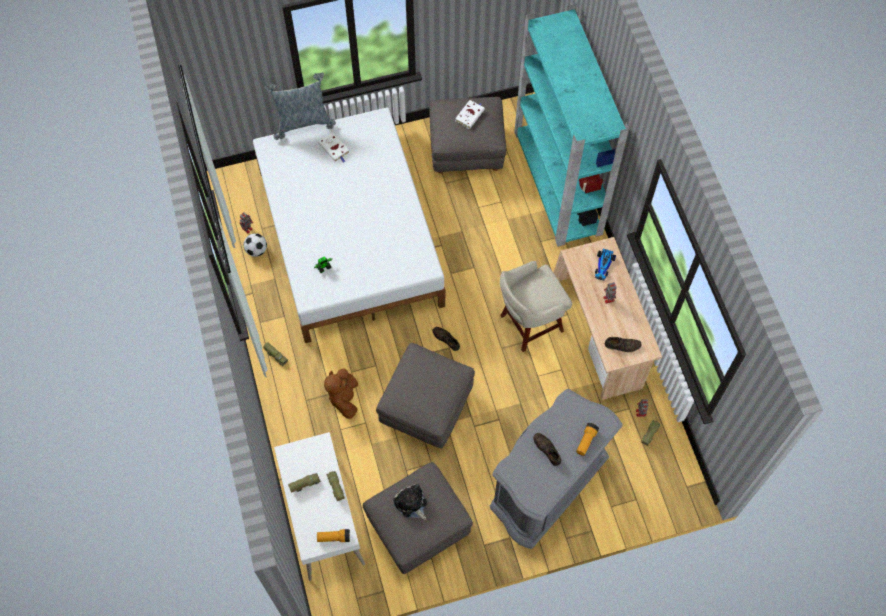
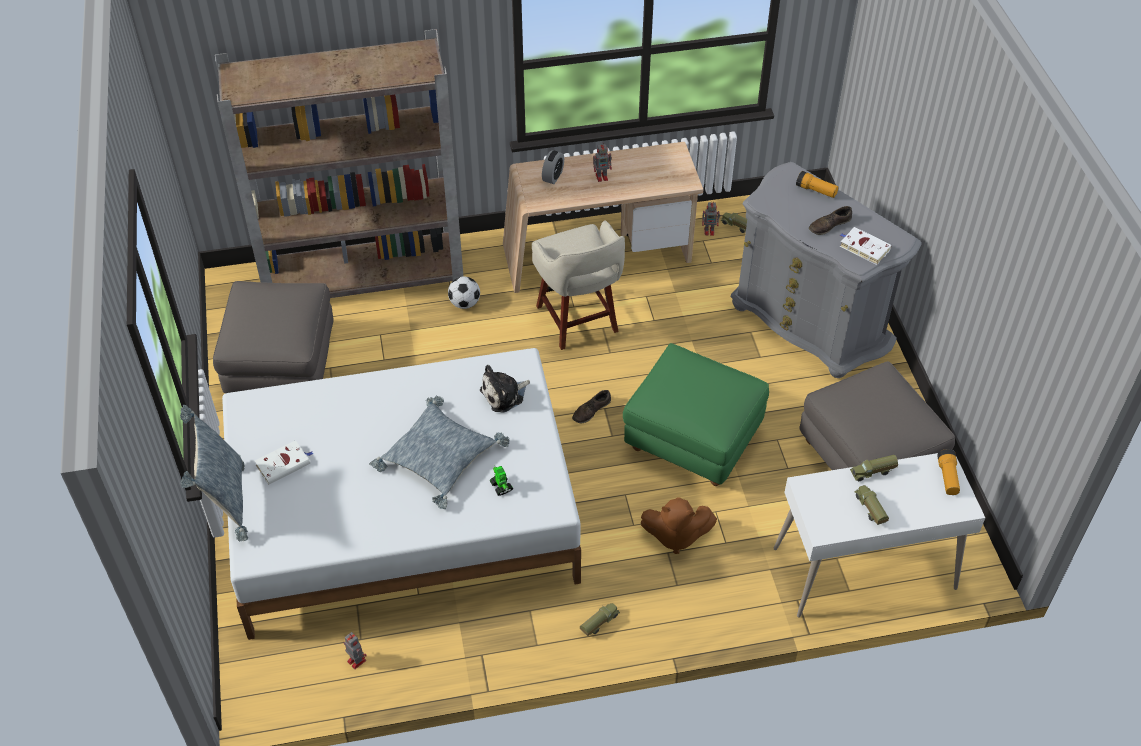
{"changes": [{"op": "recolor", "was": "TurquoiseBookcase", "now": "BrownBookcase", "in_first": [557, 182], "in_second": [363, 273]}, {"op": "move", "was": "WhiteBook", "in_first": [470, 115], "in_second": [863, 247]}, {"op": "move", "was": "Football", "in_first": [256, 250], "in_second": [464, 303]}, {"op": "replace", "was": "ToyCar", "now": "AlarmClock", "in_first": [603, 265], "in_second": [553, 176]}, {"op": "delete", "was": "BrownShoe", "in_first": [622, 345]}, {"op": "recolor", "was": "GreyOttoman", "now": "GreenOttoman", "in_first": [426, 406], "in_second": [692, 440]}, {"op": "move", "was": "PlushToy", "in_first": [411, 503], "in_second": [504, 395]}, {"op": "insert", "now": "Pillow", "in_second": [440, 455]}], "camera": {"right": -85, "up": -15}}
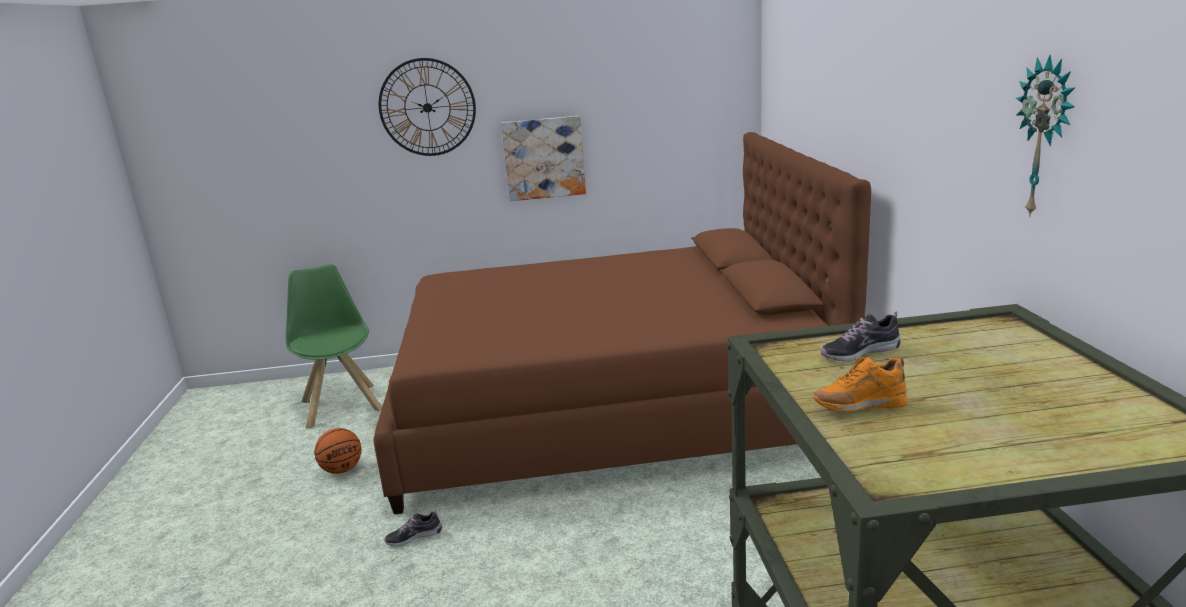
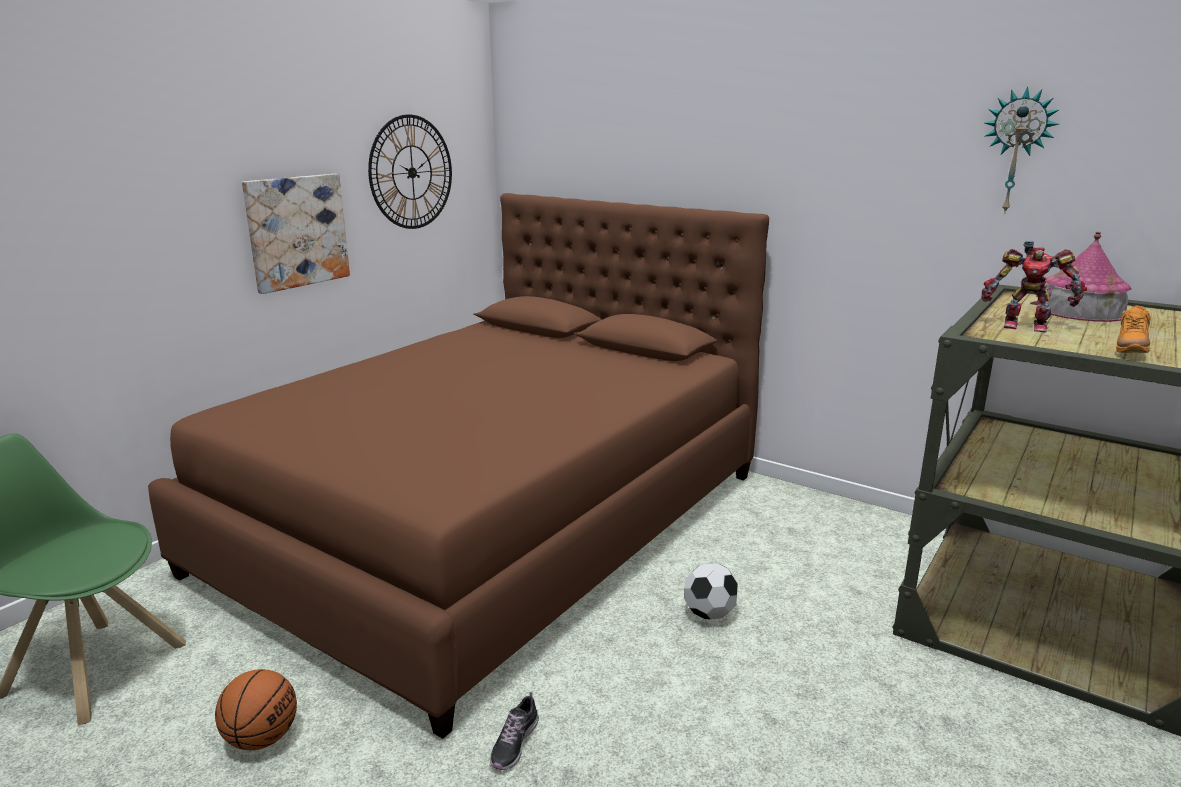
{"changes": [{"op": "move", "was": "WallClock", "in_first": [427, 107], "in_second": [411, 172]}, {"op": "replace", "was": "Shoe", "now": "ToyRobot", "in_first": [859, 352], "in_second": [1024, 325]}, {"op": "insert", "now": "ToyHouse", "in_second": [1081, 311]}, {"op": "insert", "now": "Football", "in_second": [709, 614]}], "camera": {"right": -50, "up": 0}}
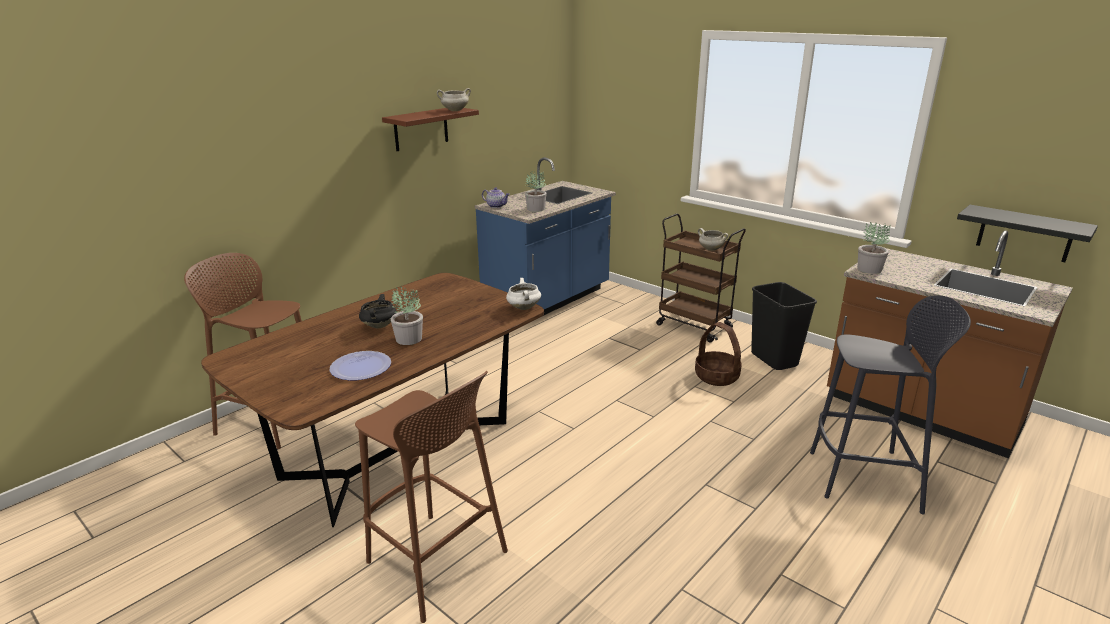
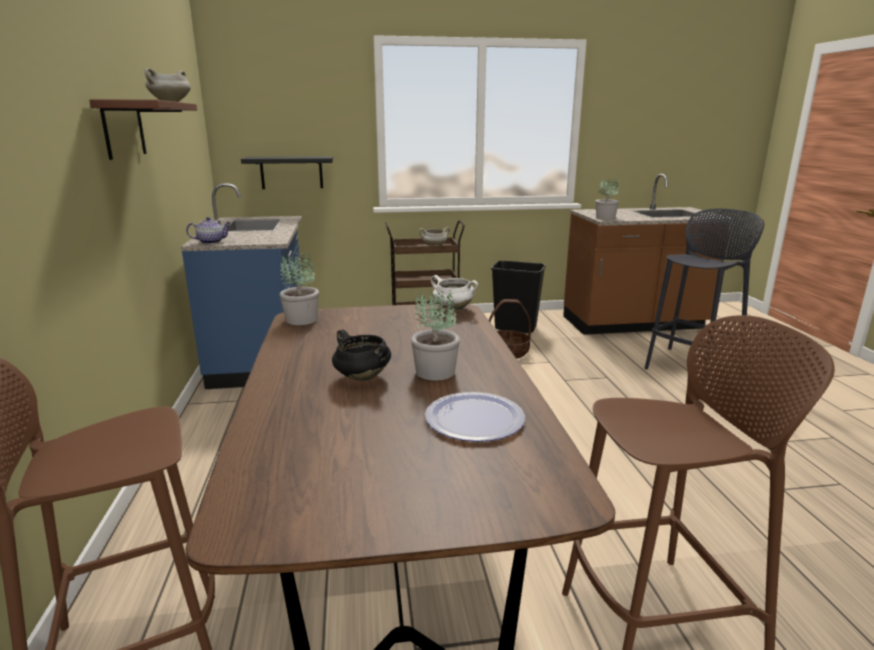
{"changes": [{"op": "move", "was": "PottedPlant", "in_first": [536, 209], "in_second": [302, 319]}, {"op": "move", "was": "BlackShelf", "in_first": [1025, 233], "in_second": [291, 172]}], "camera": {"right": -50, "up": -5}}
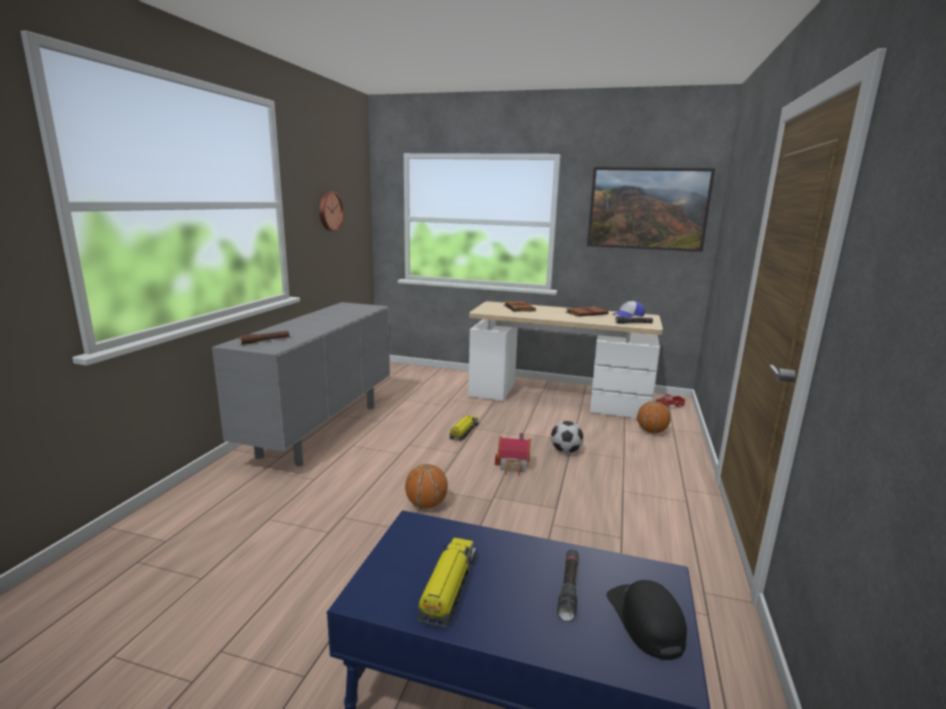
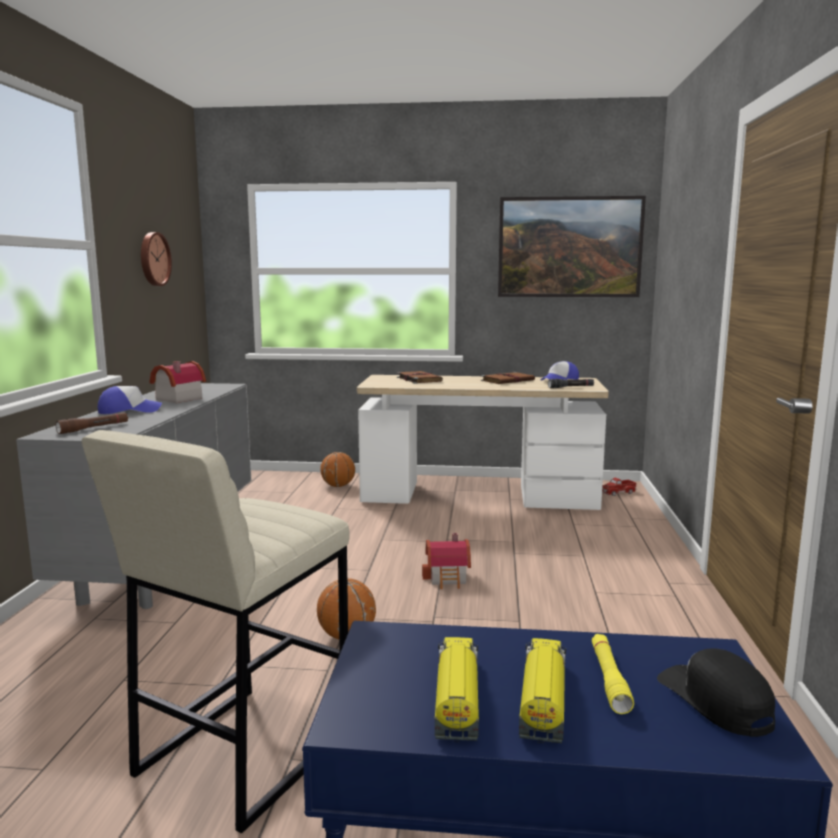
{"changes": [{"op": "move", "was": "Basketball", "in_first": [651, 431], "in_second": [338, 486]}, {"op": "move", "was": "ToyTruck", "in_first": [464, 432], "in_second": [543, 700]}, {"op": "delete", "was": "Football", "in_first": [565, 451]}, {"op": "recolor", "was": "BlackFlashlight", "now": "YellowFlashlight", "in_first": [569, 588], "in_second": [609, 679]}, {"op": "insert", "now": "ToyHouse", "in_second": [176, 399]}, {"op": "insert", "now": "Cap", "in_second": [129, 411]}, {"op": "insert", "now": "BeigeStool", "in_second": [240, 755]}], "camera": {"right": -10, "up": -5}}
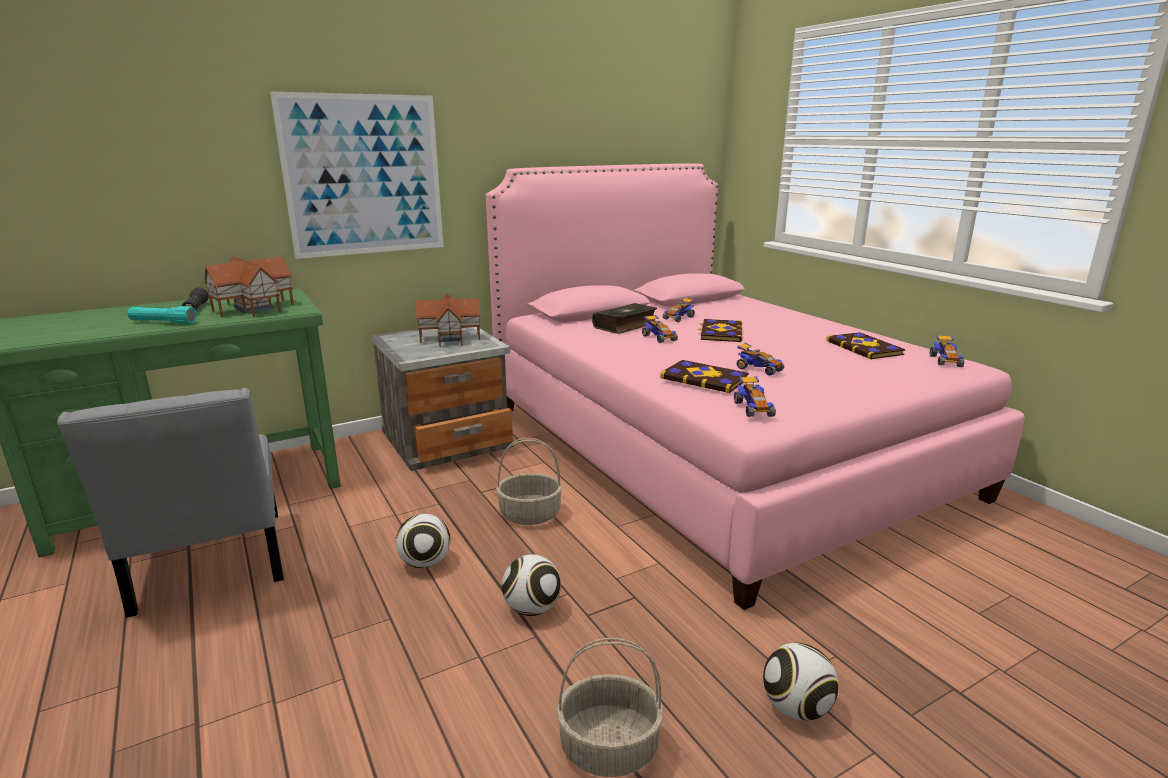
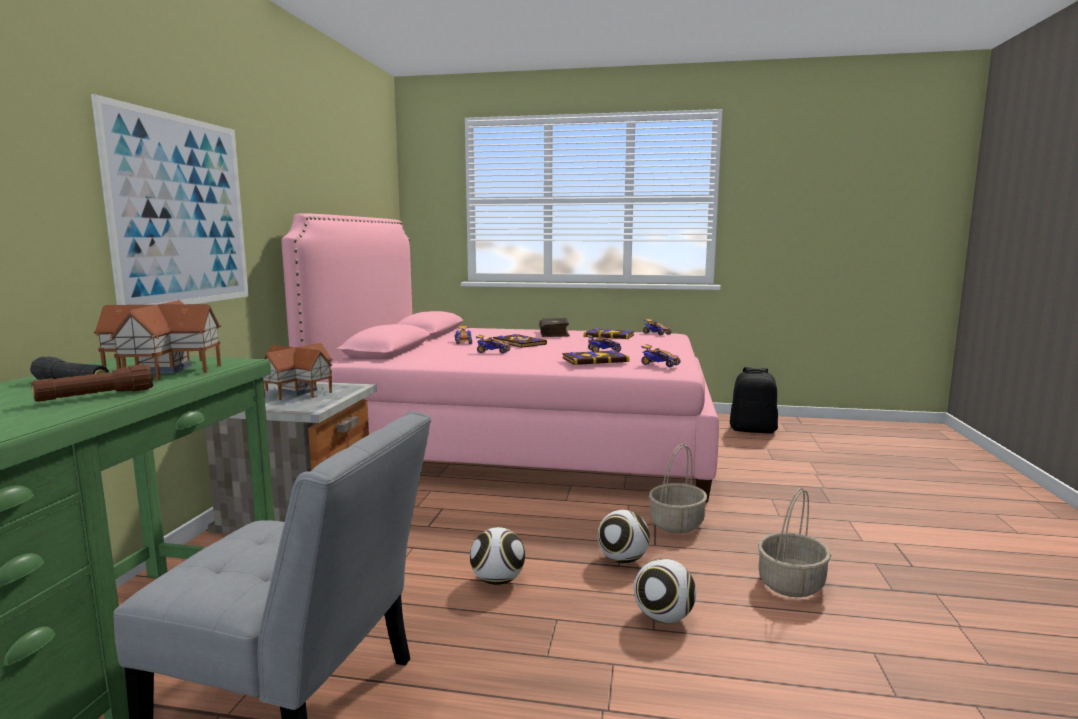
{"changes": [{"op": "move", "was": "Book", "in_first": [625, 326], "in_second": [554, 333]}, {"op": "recolor", "was": "TurquoiseFlashlight", "now": "BrownFlashlight", "in_first": [163, 323], "in_second": [96, 396]}, {"op": "move", "was": "Basket", "in_first": [530, 514], "in_second": [676, 523]}, {"op": "move", "was": "Football", "in_first": [795, 708], "in_second": [663, 618]}, {"op": "insert", "now": "BlackBackpack", "in_second": [753, 430]}], "camera": {"right": -50, "up": -10}}
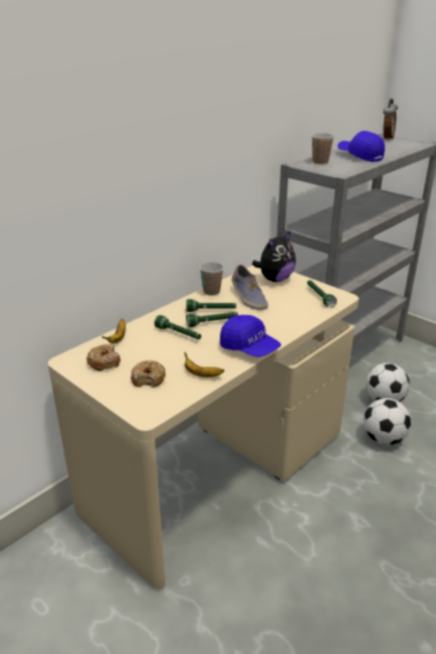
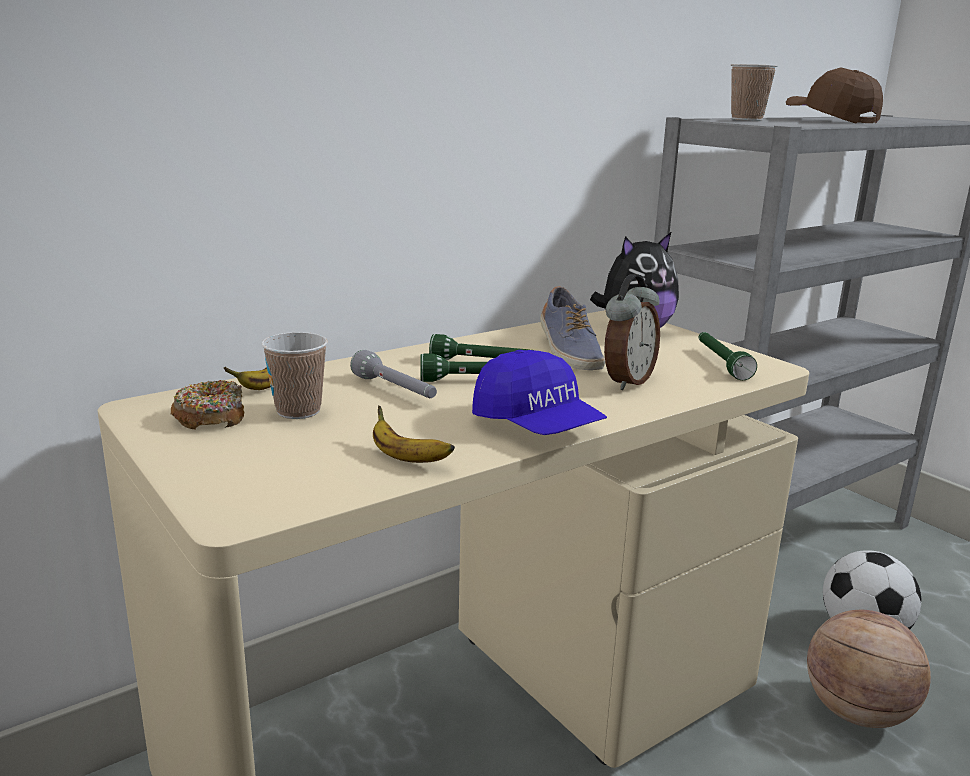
{"changes": [{"op": "move", "was": "AlarmClock", "in_first": [386, 138], "in_second": [626, 381]}, {"op": "recolor", "was": "BlueCap", "now": "BrownCap", "in_first": [360, 156], "in_second": [830, 120]}, {"op": "move", "was": "Cup", "in_first": [211, 292], "in_second": [298, 411]}, {"op": "recolor", "was": "GreenFlashlight", "now": "GreyFlashlight", "in_first": [178, 334], "in_second": [395, 390]}, {"op": "delete", "was": "Donut", "in_first": [148, 379]}, {"op": "replace", "was": "Football", "now": "Basketball", "in_first": [383, 438], "in_second": [856, 712]}], "camera": {"right": 10, "up": -10}}
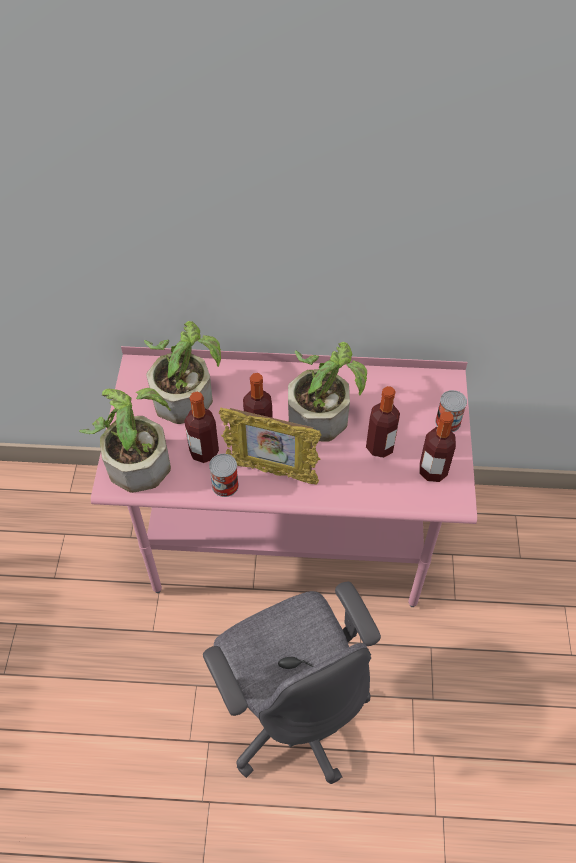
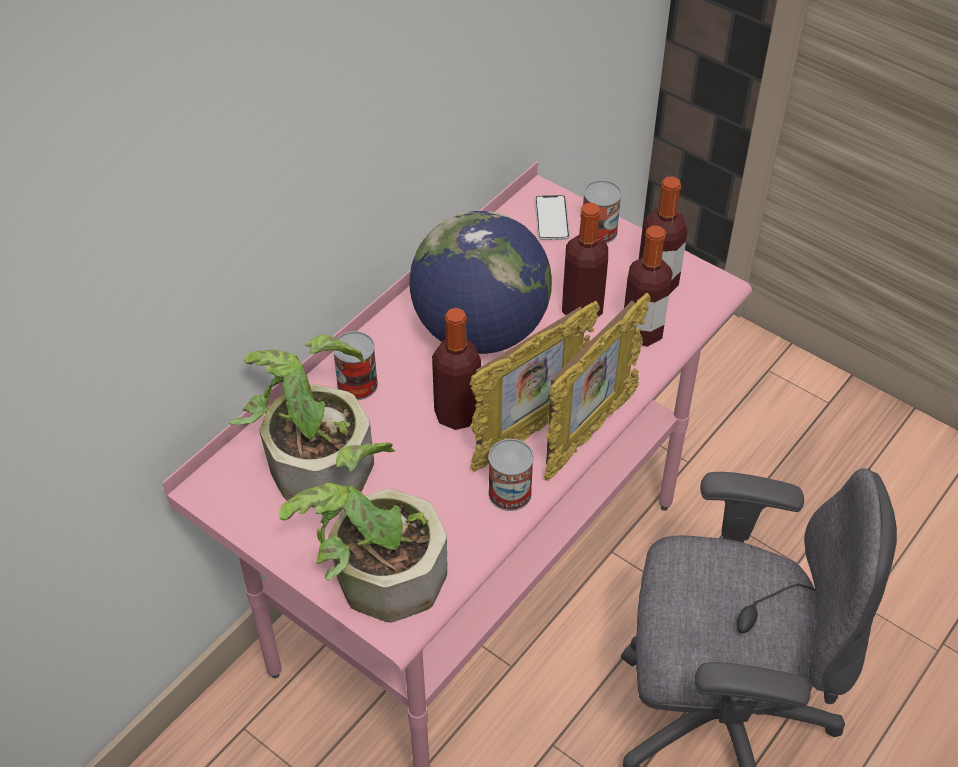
{"changes": [{"op": "replace", "was": "PottedPlant", "now": "Globe", "in_first": [323, 411], "in_second": [480, 331]}, {"op": "move", "was": "Bottle", "in_first": [204, 452], "in_second": [642, 332]}, {"op": "insert", "now": "Phone", "in_second": [551, 219]}, {"op": "insert", "now": "PictureFrame", "in_second": [589, 433]}, {"op": "insert", "now": "Can", "in_second": [357, 384]}], "camera": {"right": -55, "up": -5}}
